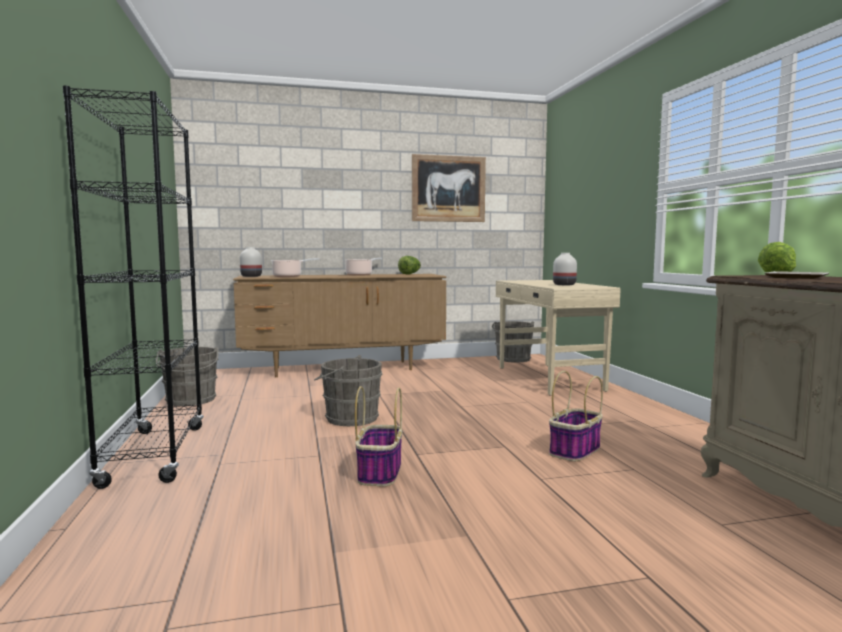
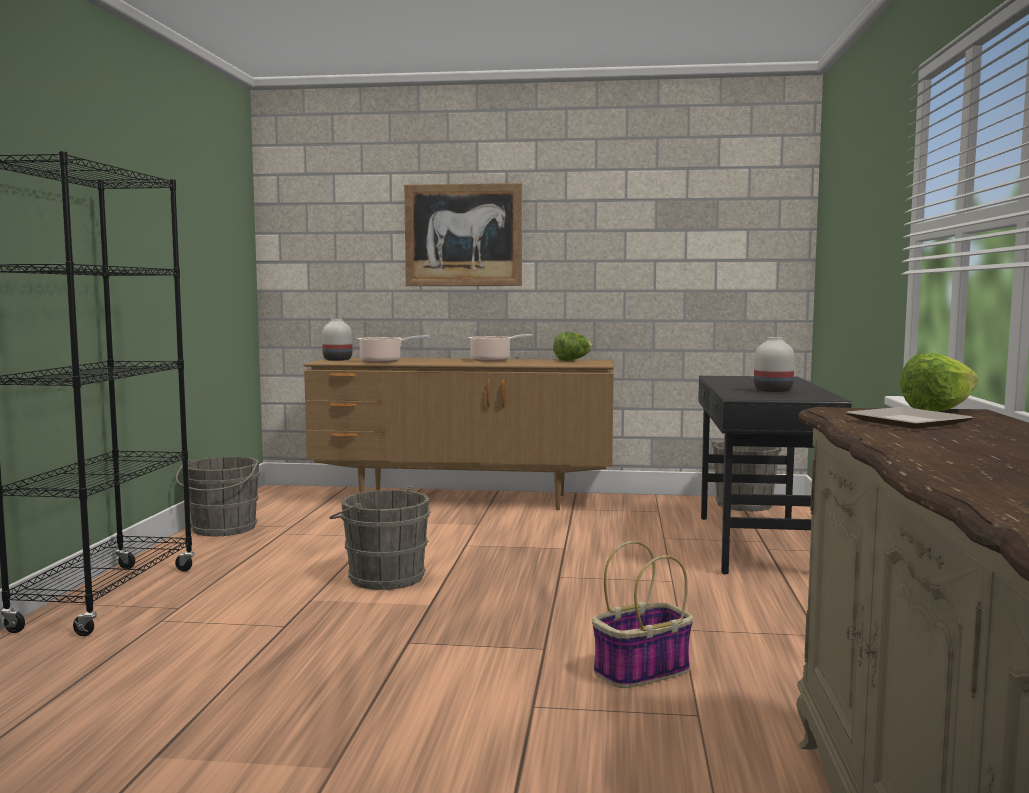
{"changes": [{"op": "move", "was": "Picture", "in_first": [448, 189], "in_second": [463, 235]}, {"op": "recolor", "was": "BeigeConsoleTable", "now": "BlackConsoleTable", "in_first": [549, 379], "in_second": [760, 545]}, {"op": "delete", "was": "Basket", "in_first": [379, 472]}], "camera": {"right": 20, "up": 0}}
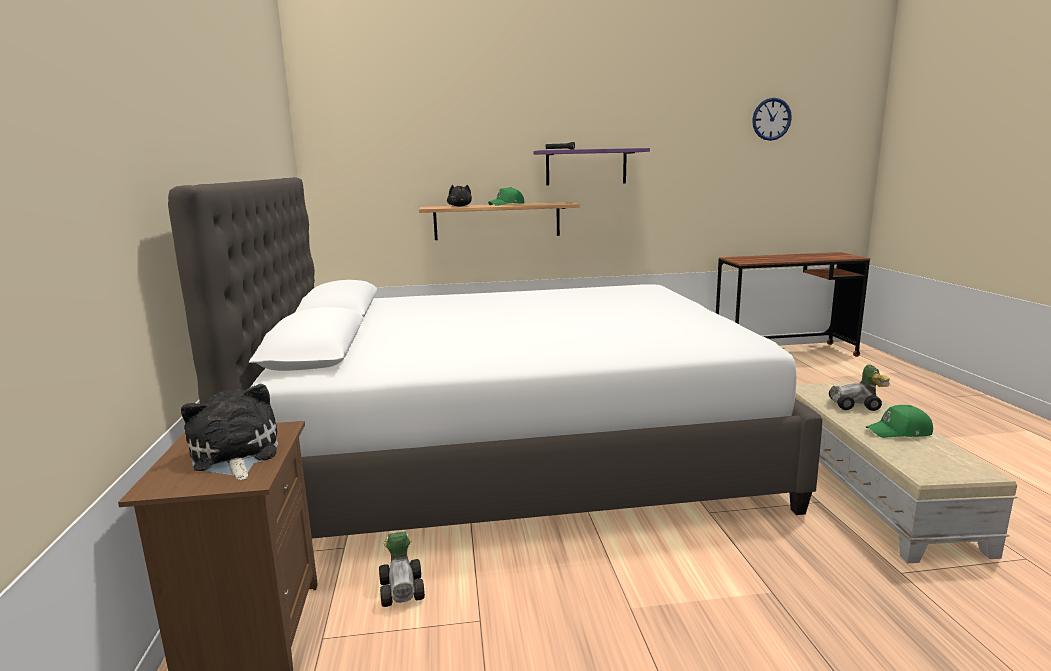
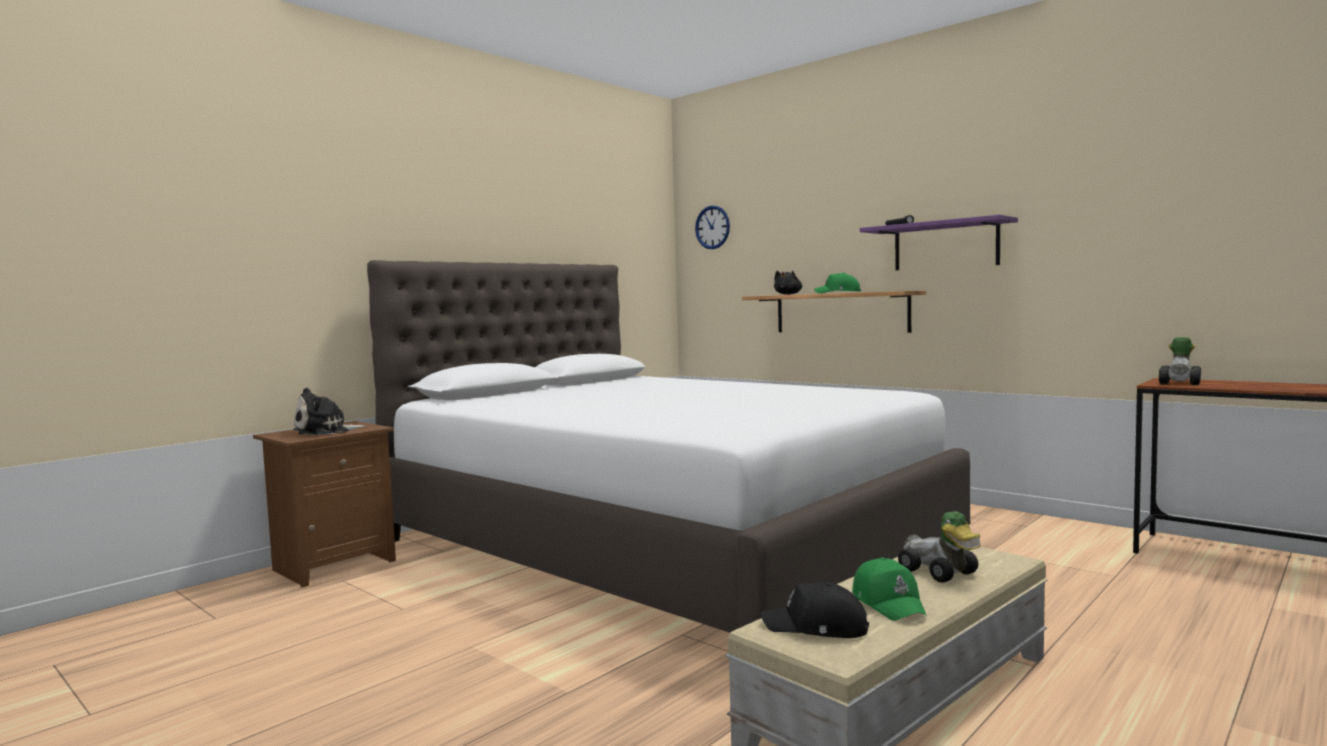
{"changes": [{"op": "move", "was": "WallClock", "in_first": [771, 119], "in_second": [712, 227]}, {"op": "rotate", "was": "PlushToy", "in_first": [234, 455], "in_second": [325, 431], "clockwise": -150}, {"op": "rotate", "was": "GreenCap", "in_first": [900, 432], "in_second": [889, 603], "clockwise": -150}, {"op": "move", "was": "ToyCar", "in_first": [403, 588], "in_second": [1181, 382]}, {"op": "insert", "now": "BlackCap", "in_second": [816, 628]}], "camera": {"right": 50, "up": -10}}
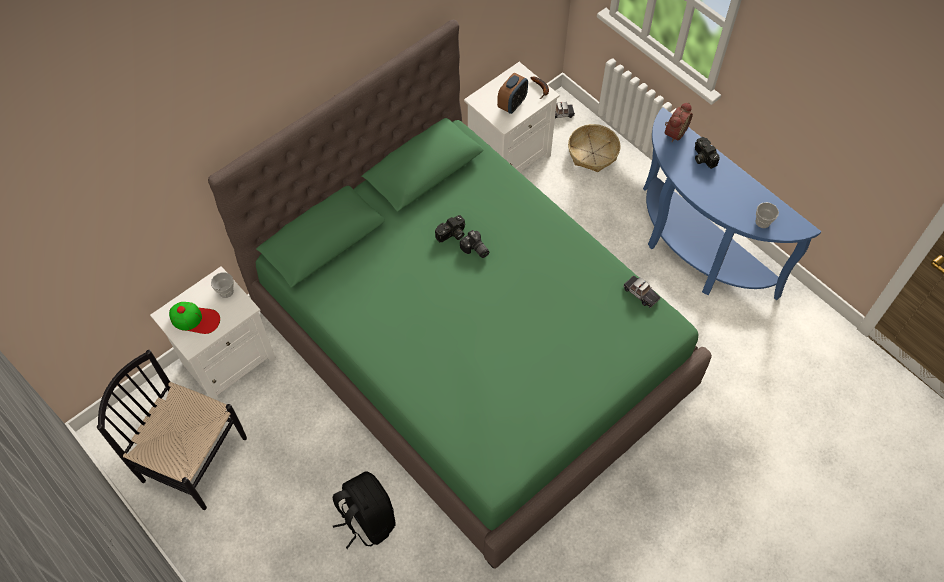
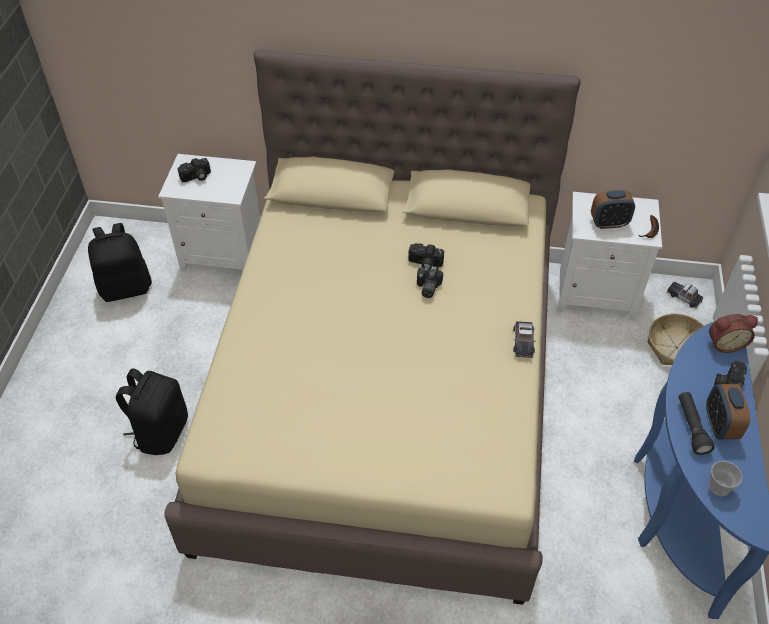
{"changes": [{"op": "recolor", "was": "GreenBed", "now": "BeigeBed", "in_first": [471, 348], "in_second": [385, 394]}, {"op": "delete", "was": "Cup", "in_first": [226, 291]}, {"op": "move", "was": "ToyCar", "in_first": [640, 293], "in_second": [523, 342]}, {"op": "replace", "was": "Cap", "now": "PhotoCamera", "in_first": [195, 319], "in_second": [196, 177]}, {"op": "replace", "was": "BlackChair", "now": "BlackBackpack", "in_first": [190, 457], "in_second": [126, 287]}, {"op": "insert", "now": "AlarmClock", "in_second": [719, 425]}, {"op": "insert", "now": "BlackFlashlight", "in_second": [691, 427]}], "camera": {"right": 50, "up": -10}}
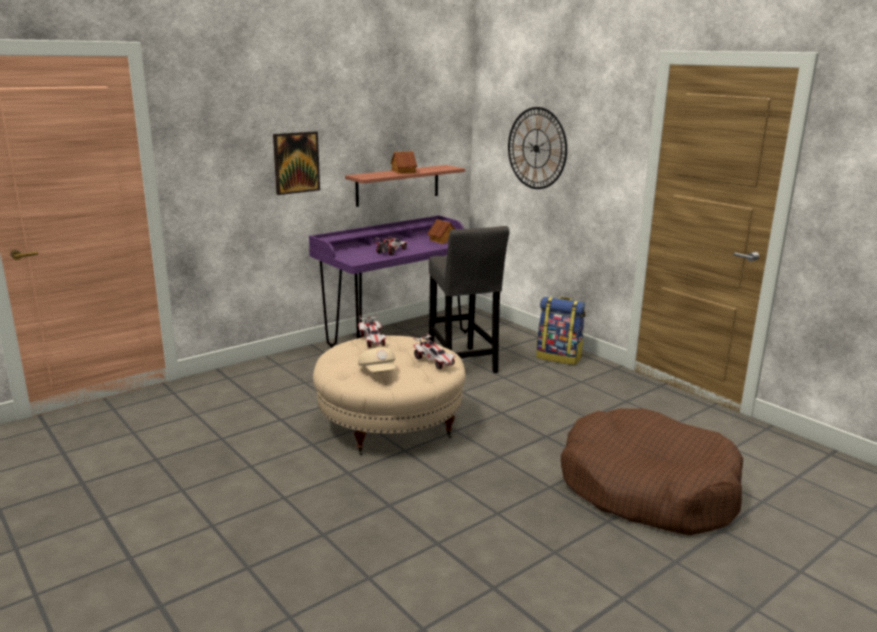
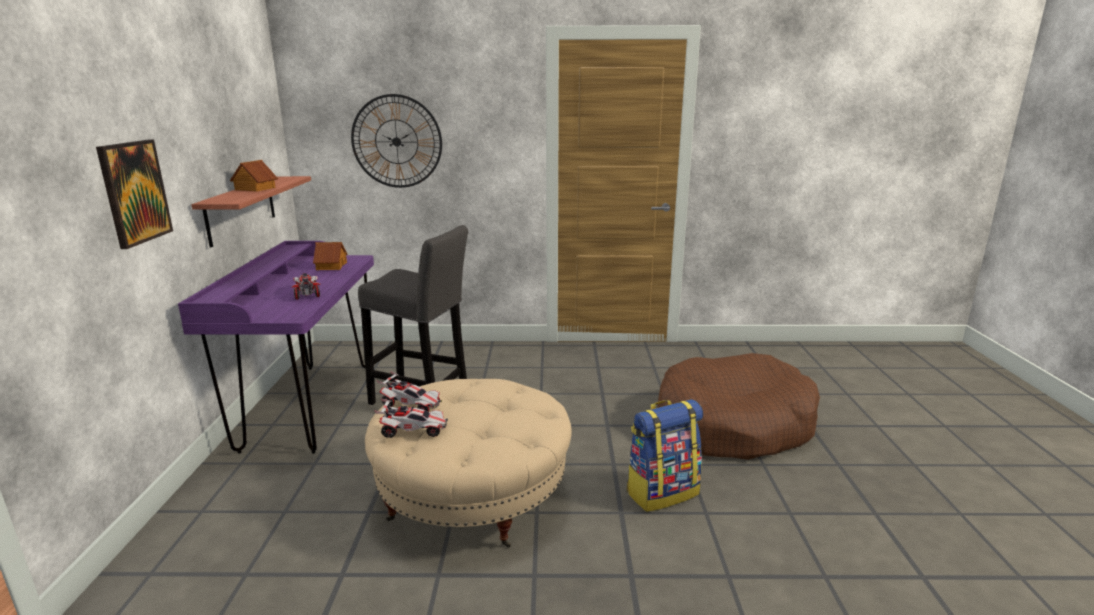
{"changes": [{"op": "move", "was": "Backpack", "in_first": [559, 357], "in_second": [662, 492]}, {"op": "move", "was": "ToyCar", "in_first": [434, 361], "in_second": [413, 430]}, {"op": "delete", "was": "BeigeCap", "in_first": [378, 372]}], "camera": {"right": -50, "up": 0}}
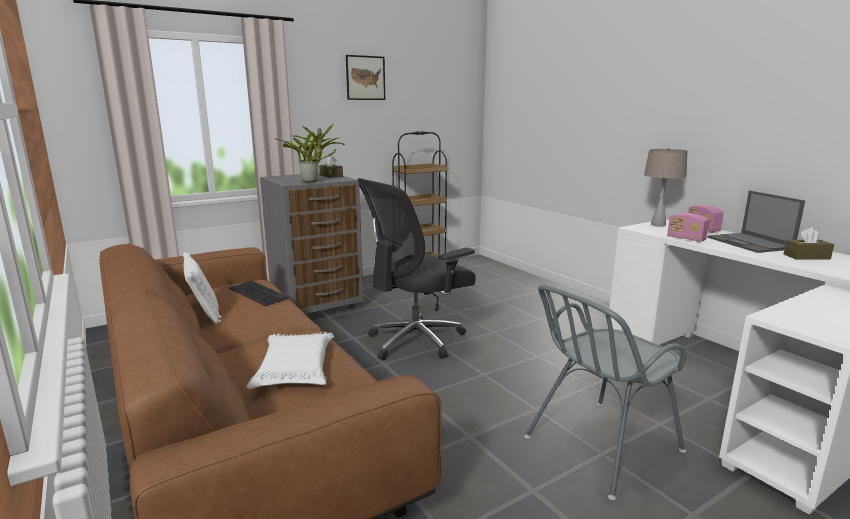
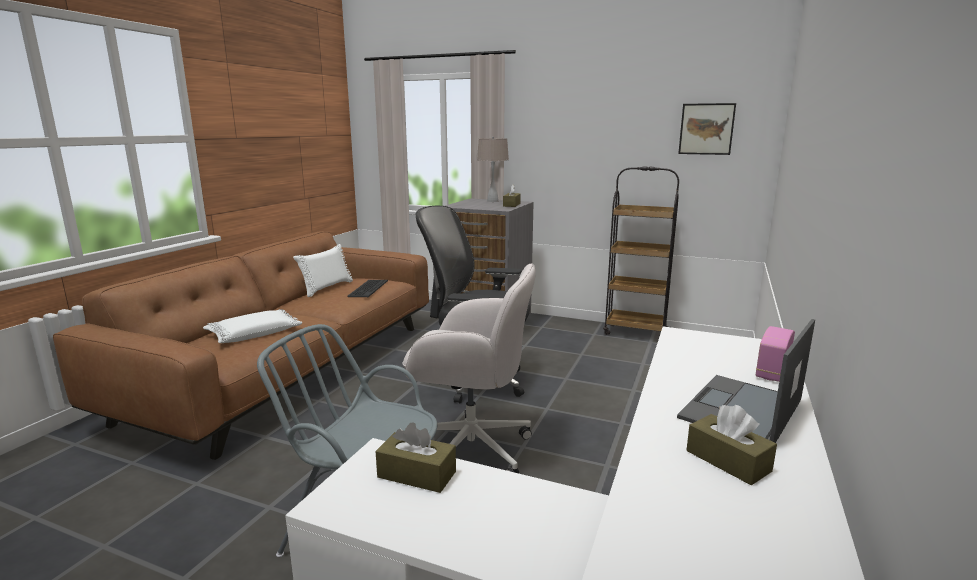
{"changes": [{"op": "move", "was": "Picture", "in_first": [365, 78], "in_second": [706, 129]}, {"op": "delete", "was": "PottedPlant", "in_first": [312, 181]}, {"op": "move", "was": "BeigeTableLamp", "in_first": [658, 225], "in_second": [492, 201]}, {"op": "delete", "was": "Radio", "in_first": [686, 238]}, {"op": "insert", "now": "WhiteOfficeChair", "in_second": [470, 450]}, {"op": "insert", "now": "BrownTissueBox", "in_second": [417, 474]}], "camera": {"right": 55, "up": 0}}
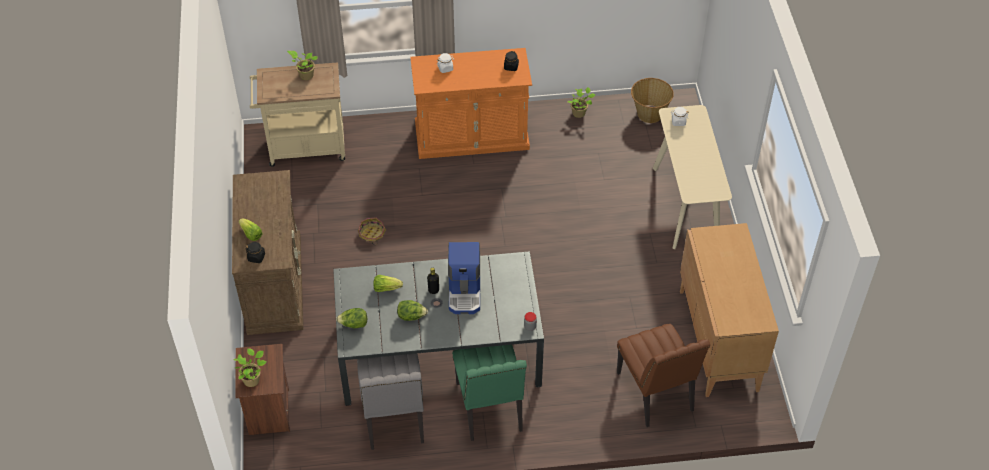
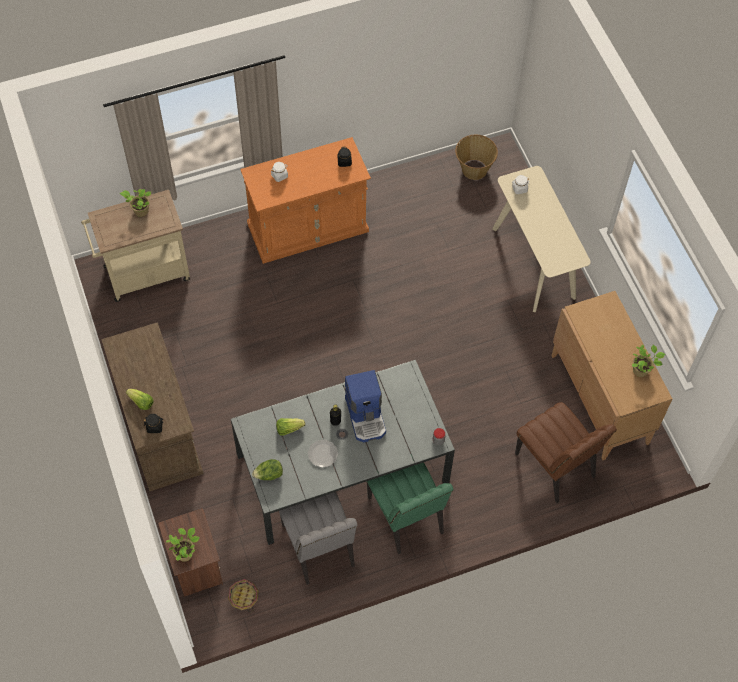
{"changes": [{"op": "move", "was": "PottedPlant", "in_first": [580, 113], "in_second": [641, 370]}, {"op": "move", "was": "Basket", "in_first": [372, 234], "in_second": [243, 597]}, {"op": "replace", "was": "Lettuce", "now": "Plate", "in_first": [411, 316], "in_second": [322, 454]}], "camera": {"right": -15, "up": 10}}
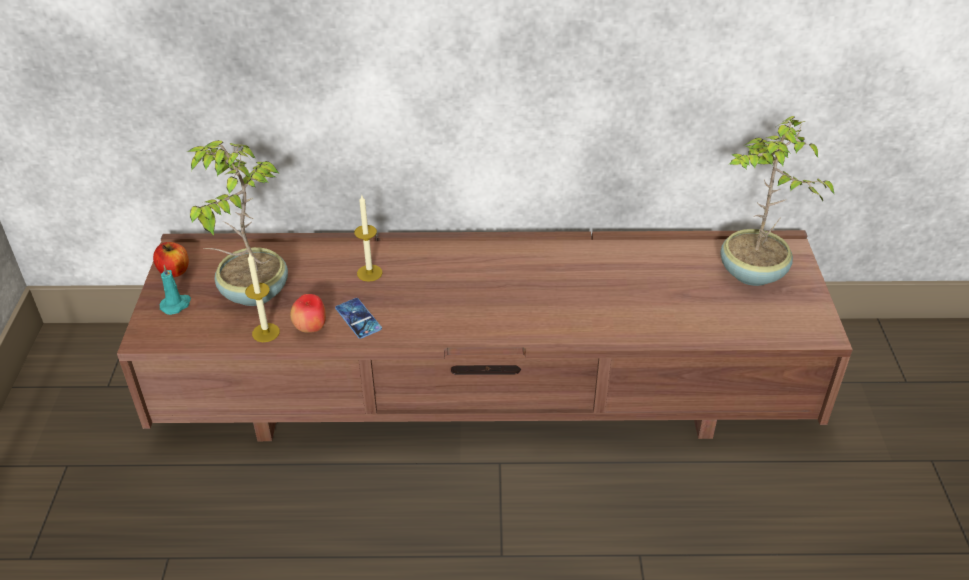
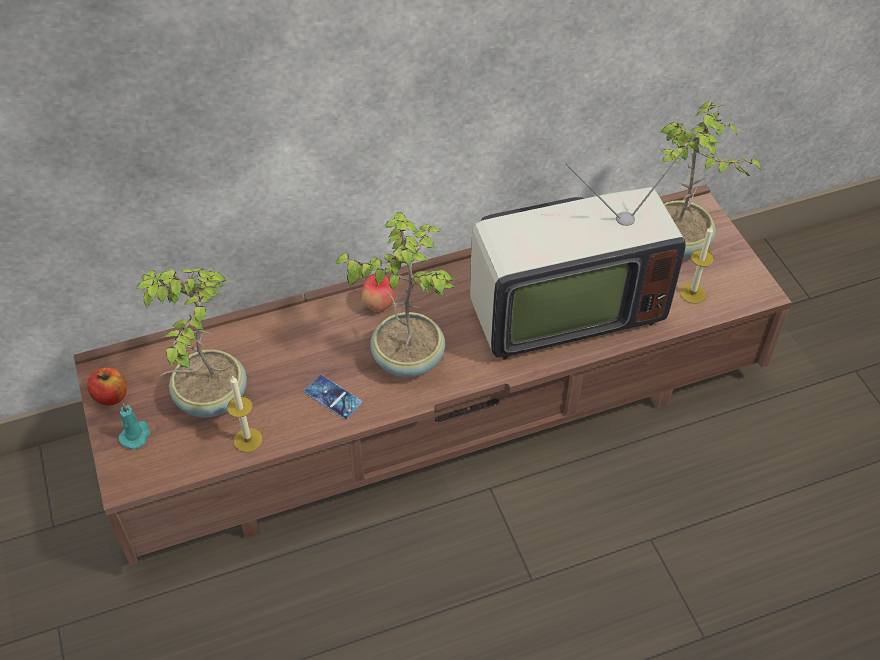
{"changes": [{"op": "move", "was": "Candle", "in_first": [369, 273], "in_second": [692, 293]}, {"op": "move", "was": "Apple", "in_first": [311, 328], "in_second": [379, 305]}, {"op": "insert", "now": "Television", "in_second": [560, 310]}, {"op": "insert", "now": "PottedPlant", "in_second": [407, 357]}], "camera": {"right": -20, "up": 10}}
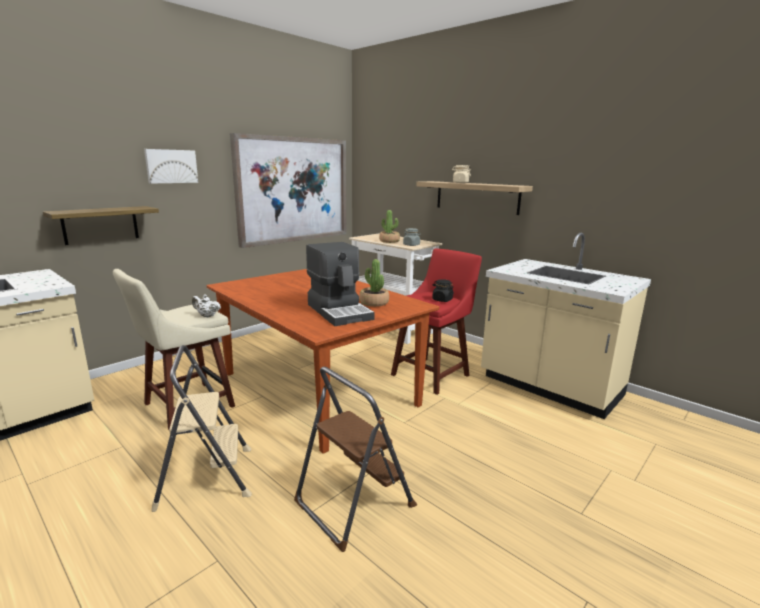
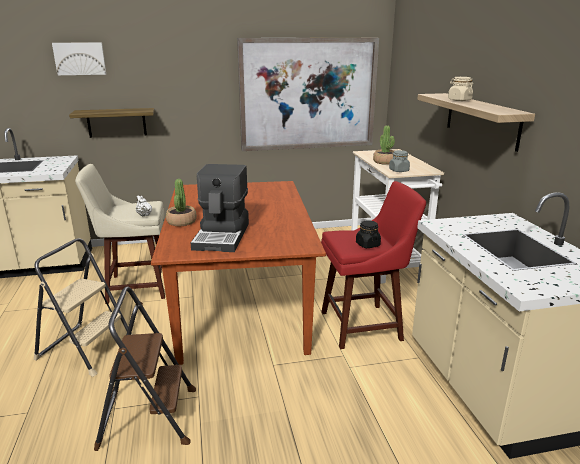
{"changes": [{"op": "move", "was": "Picture", "in_first": [171, 166], "in_second": [80, 58]}, {"op": "move", "was": "PottedPlant", "in_first": [374, 303], "in_second": [181, 222]}], "camera": {"right": 35, "up": 5}}
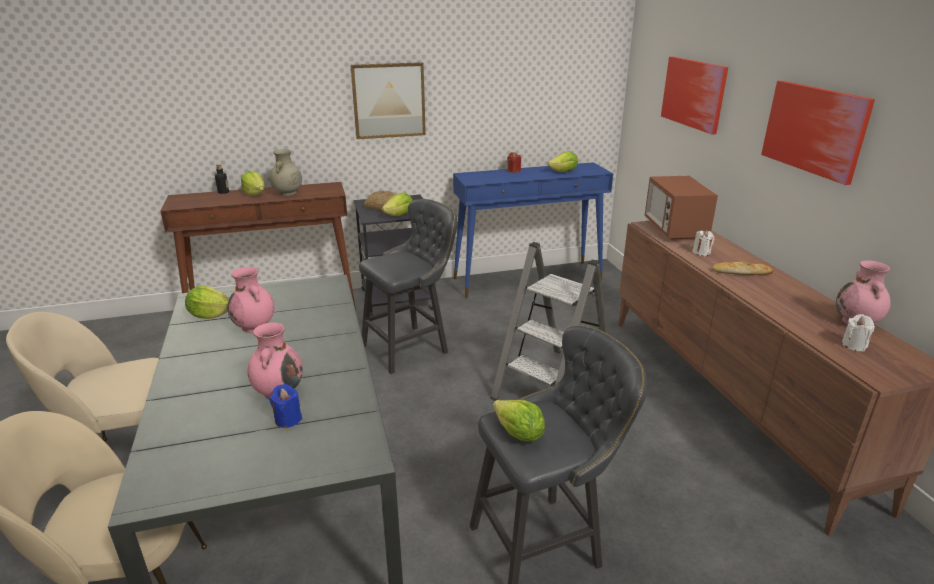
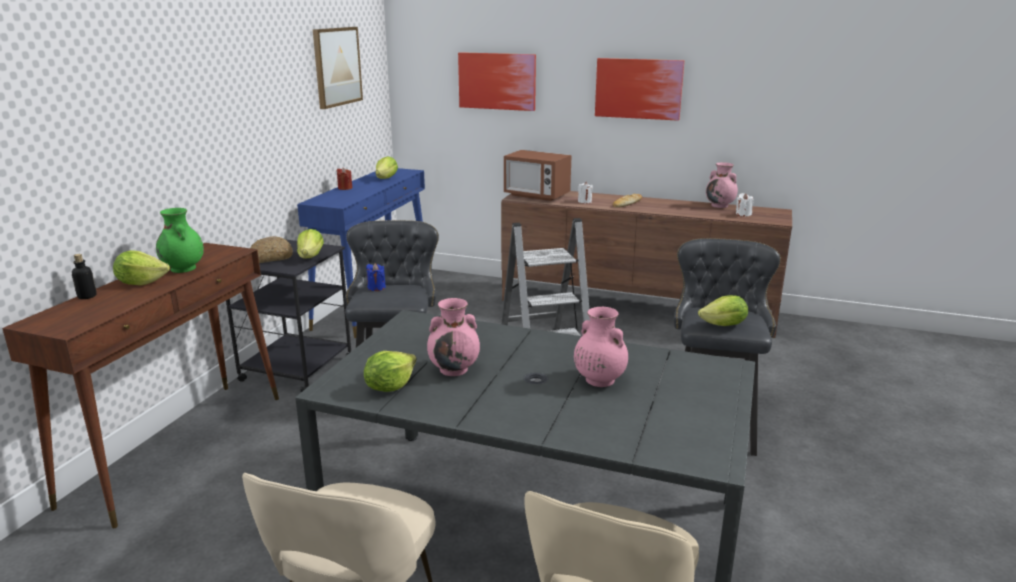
{"changes": [{"op": "move", "was": "Picture", "in_first": [388, 100], "in_second": [336, 66]}, {"op": "recolor", "was": "BeigeVase", "now": "GreenVase", "in_first": [288, 193], "in_second": [183, 269]}, {"op": "move", "was": "BlueCandle", "in_first": [288, 419], "in_second": [376, 288]}], "camera": {"right": -55, "up": -5}}
